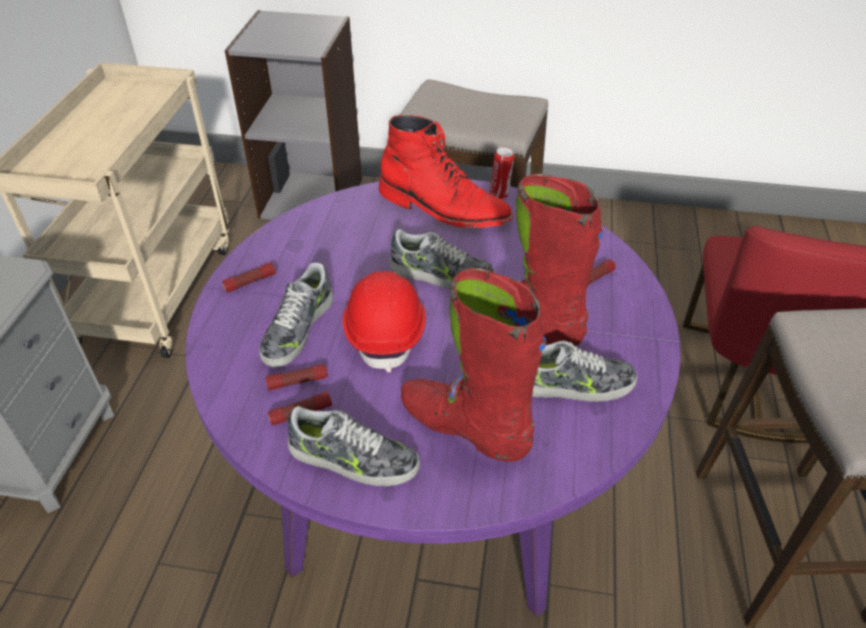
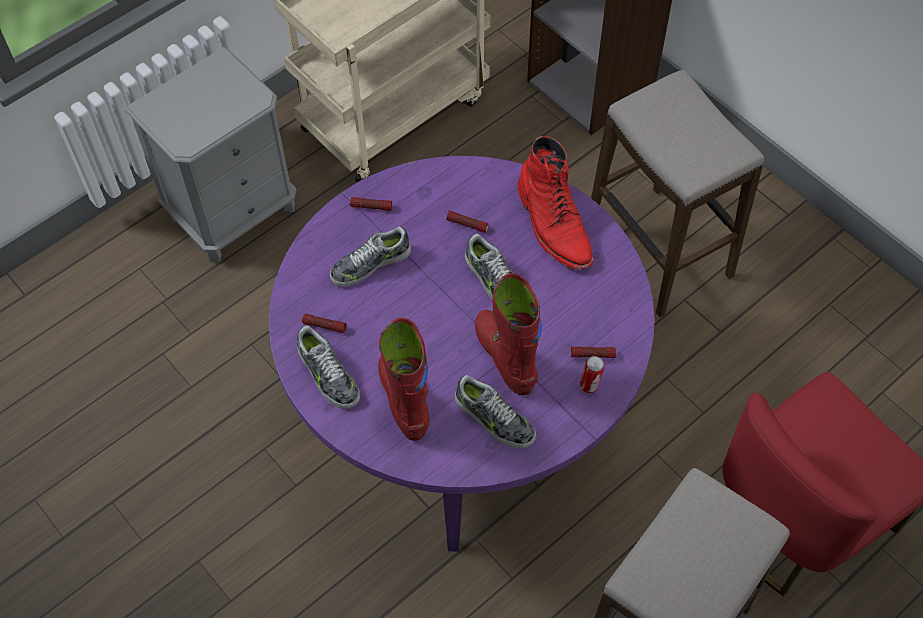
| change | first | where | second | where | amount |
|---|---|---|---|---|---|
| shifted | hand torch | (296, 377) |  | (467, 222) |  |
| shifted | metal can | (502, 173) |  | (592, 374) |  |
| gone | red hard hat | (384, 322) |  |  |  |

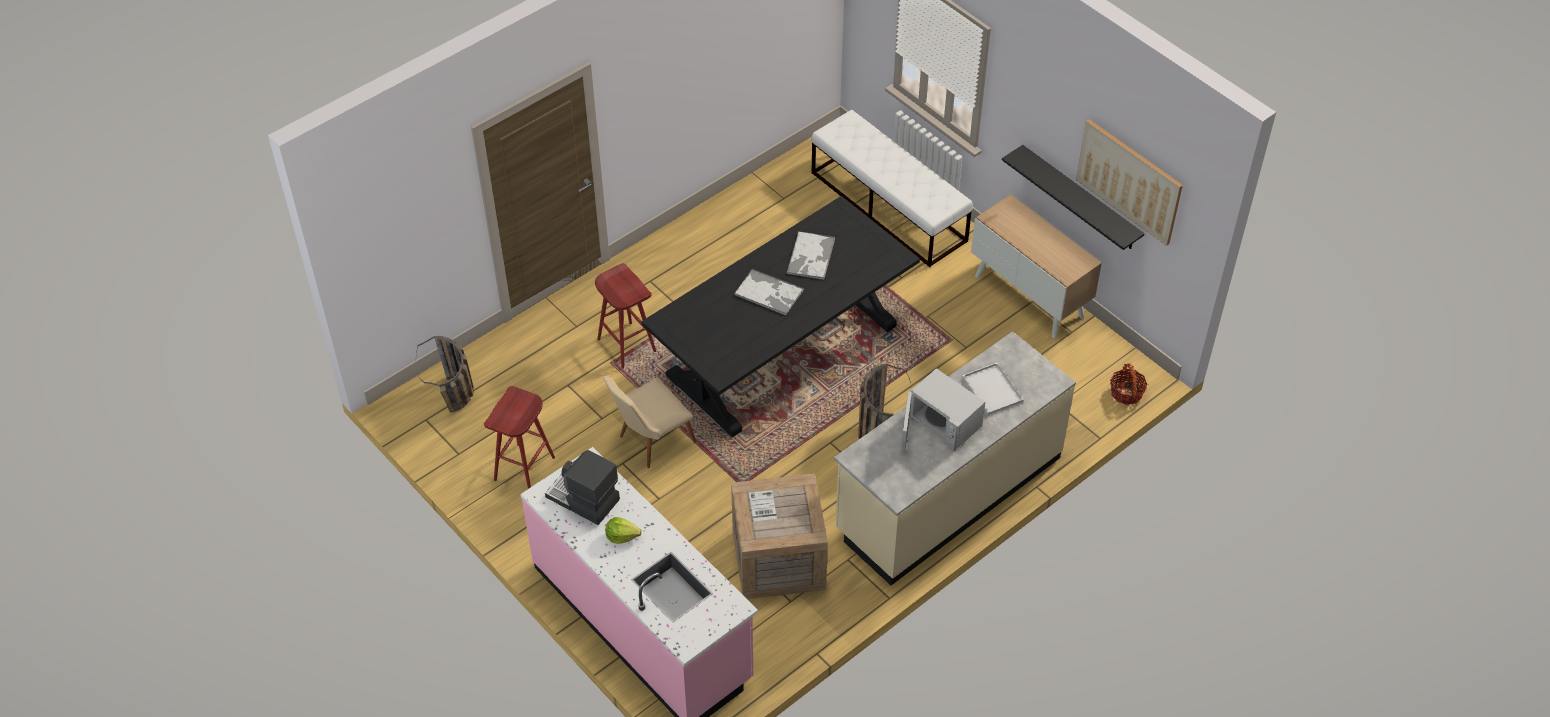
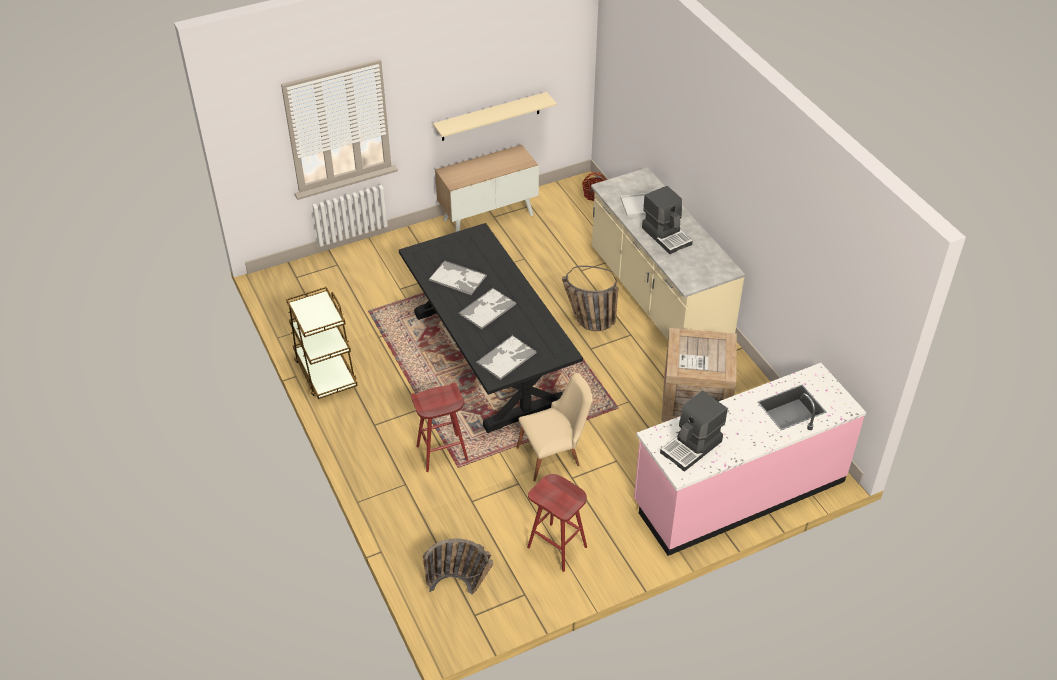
| change | first | where | second | where | amount |
|---|---|---|---|---|---|
| new |  |  | brown trolley | (322, 343) |  |
| repainted | black-coloured shelf | (1073, 197) | beige shelf | (495, 116) |  |
| new |  |  | serving tray | (506, 357) |  |
| rotated | beige chair | (649, 422) |  | (554, 427) | 90 degrees counterclockwise |
| swapped | whitish kitchen microwave | (943, 412) | coffee maker | (667, 220) |  |
| gone | head of lettuce | (624, 530) |  |  |  |
| gone | whitish bench | (892, 188) |  |  |  |
| gone | wall picture | (1129, 182) |  |  |  |

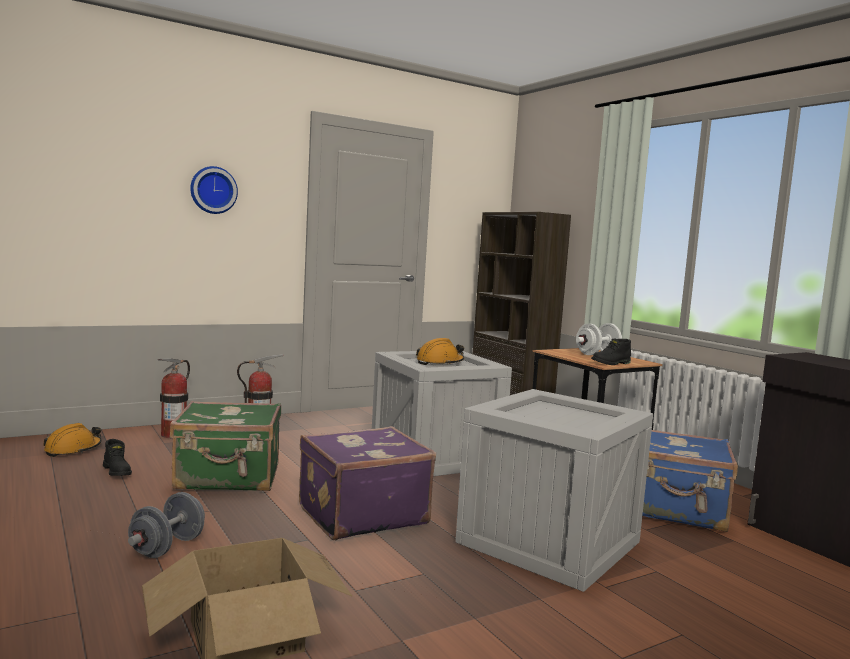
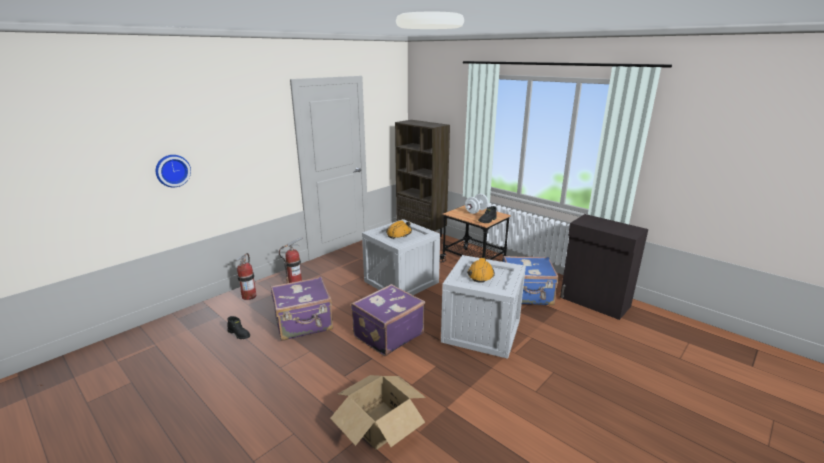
| change | first | where | second | where | amount |
|---|---|---|---|---|---|
| shifted | clock on the wall | (214, 190) |  | (173, 171) |  |
| repainted | green-coloured piece of luggage | (225, 446) | purple piece of luggage | (302, 309) |  |
| shifted | orange hard hat | (72, 440) |  | (481, 270) |  |
| gone | grey hand weight | (166, 525) |  |  |  |

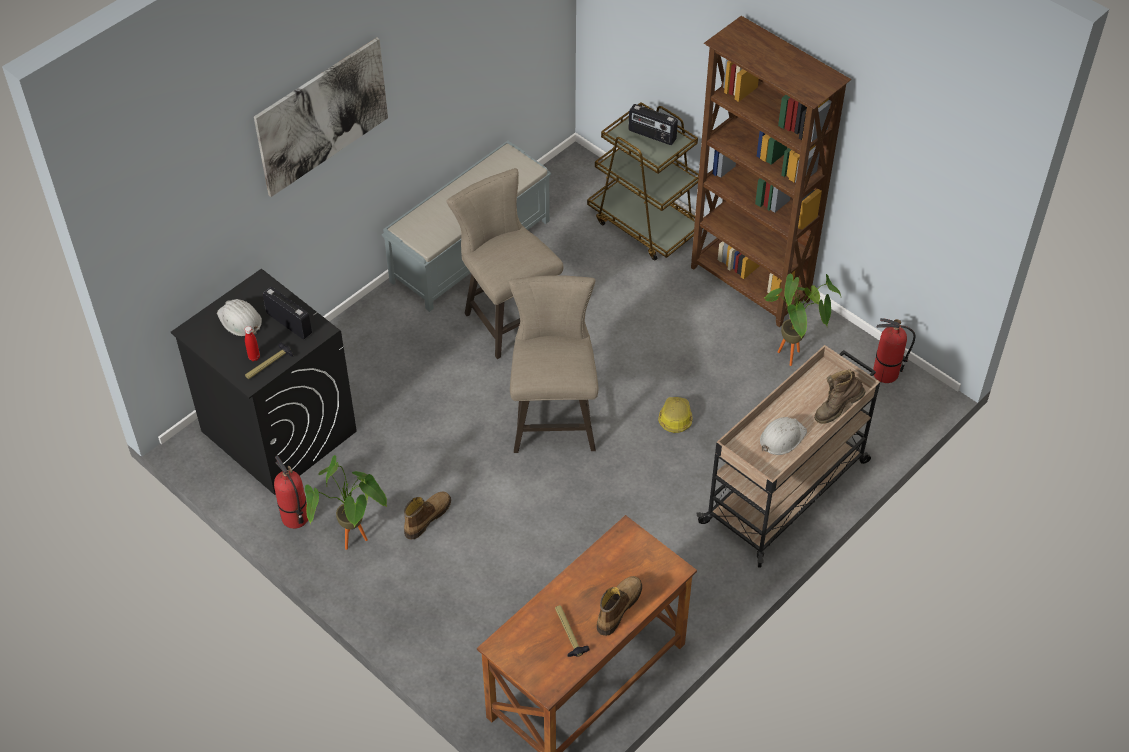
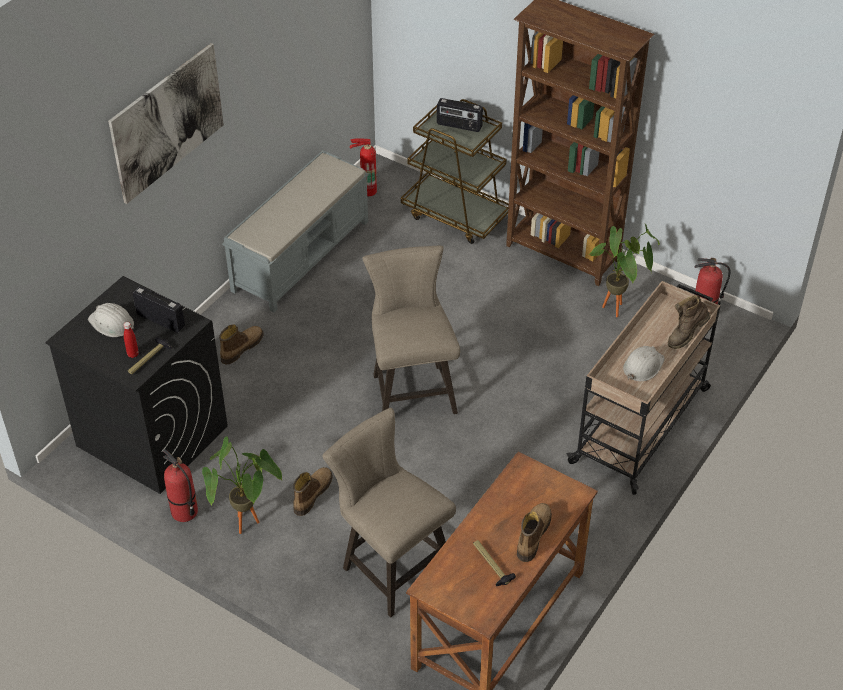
| change | first | where | second | where | amount |
|---|---|---|---|---|---|
| new |  |  | boot | (241, 344) |  |
| shifted | beige stool | (504, 263) |  | (389, 512) |  |
| new |  |  | fire-fighting cylinder | (363, 167) |  |
| gone | hard hat | (675, 415) |  |  |  |

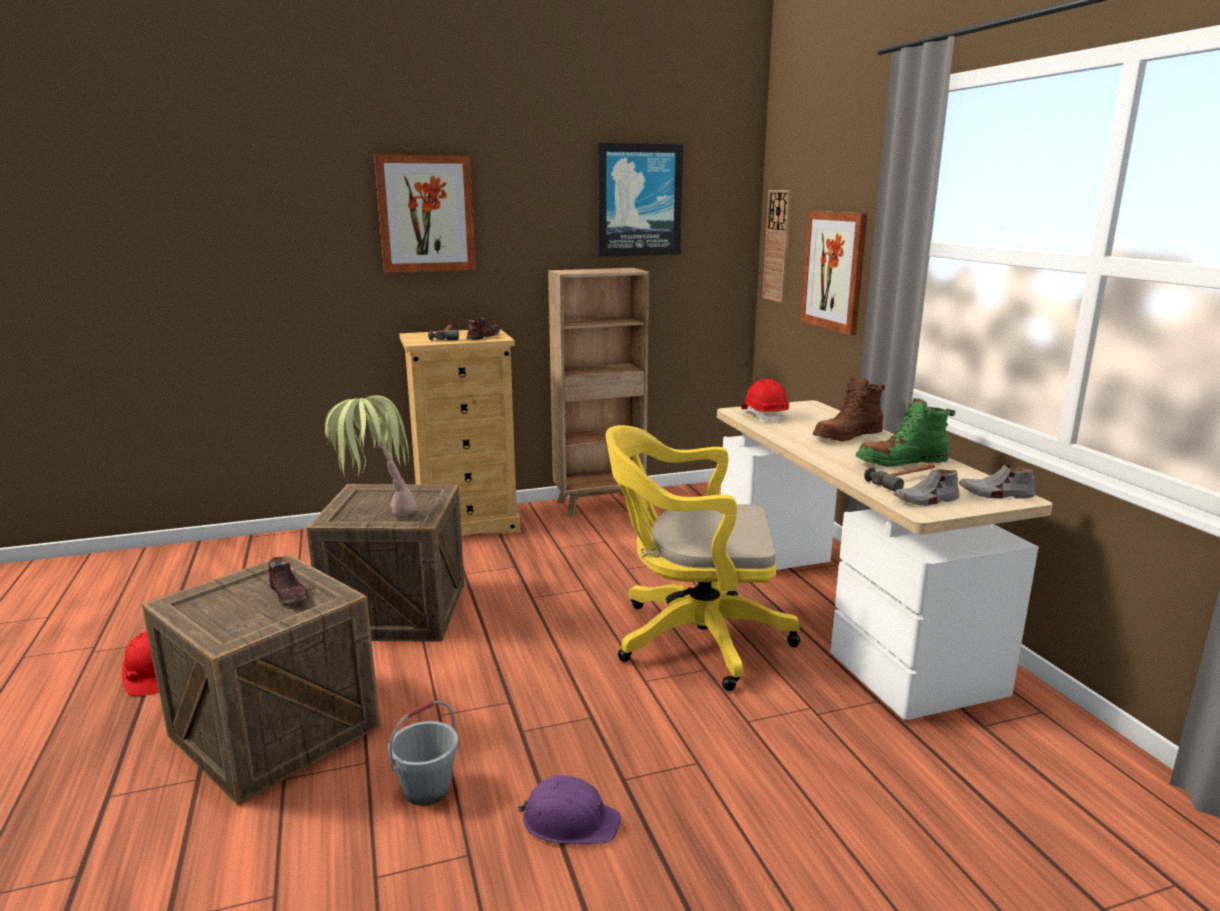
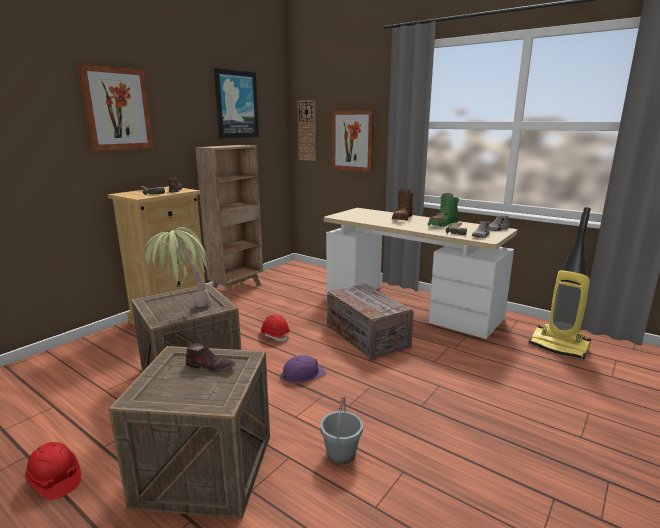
| change | first | where | second | where | amount |
|---|---|---|---|---|---|
| shifted | red hard hat | (765, 401) |  | (274, 328) |  |
| shifted | purple hard hat | (569, 809) |  | (303, 369) |  |
| swapped | yellow computer chair | (703, 558) | packing crate | (370, 322) |  |
| new |  |  | vacuum | (560, 283) |  |

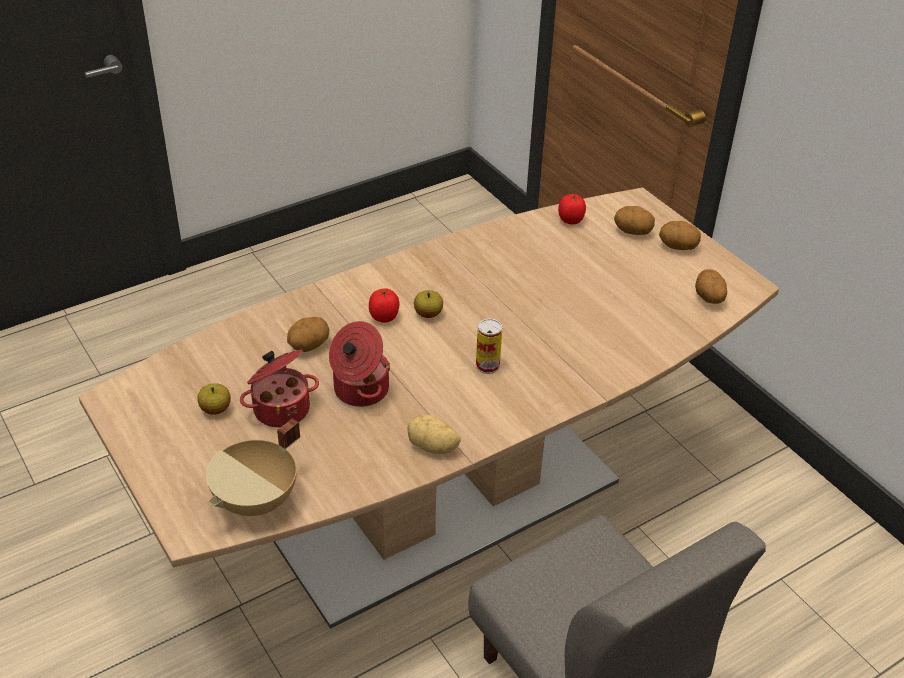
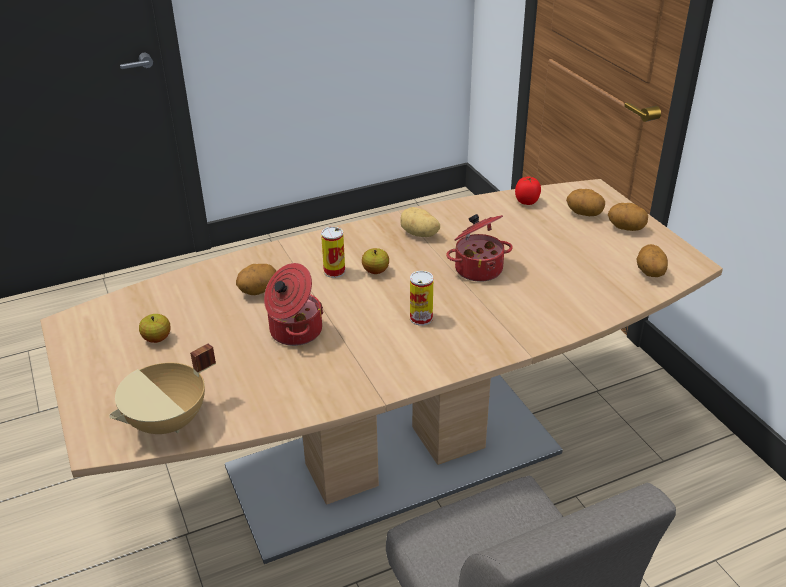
| change | first | where | second | where | amount |
|---|---|---|---|---|---|
| swapped | tomato | (384, 305) | metal can | (333, 252) |  |
| shifted | potato | (434, 434) |  | (420, 222) |  |
| shifted | cooking pot | (279, 389) |  | (479, 248) |  |

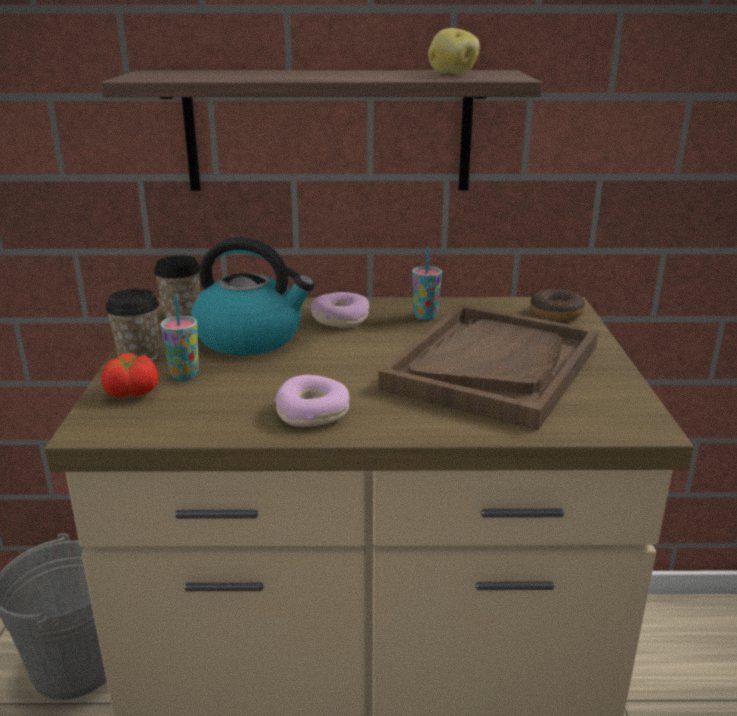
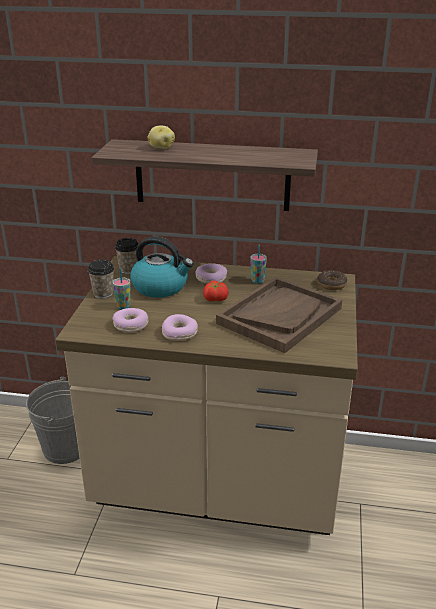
| change | first | where | second | where | amount |
|---|---|---|---|---|---|
| new |  |  | ring doughnut | (131, 320) |  |
| shifted | potato | (454, 51) |  | (161, 137) |  |
| shifted | tomato | (130, 375) |  | (216, 290) |  |

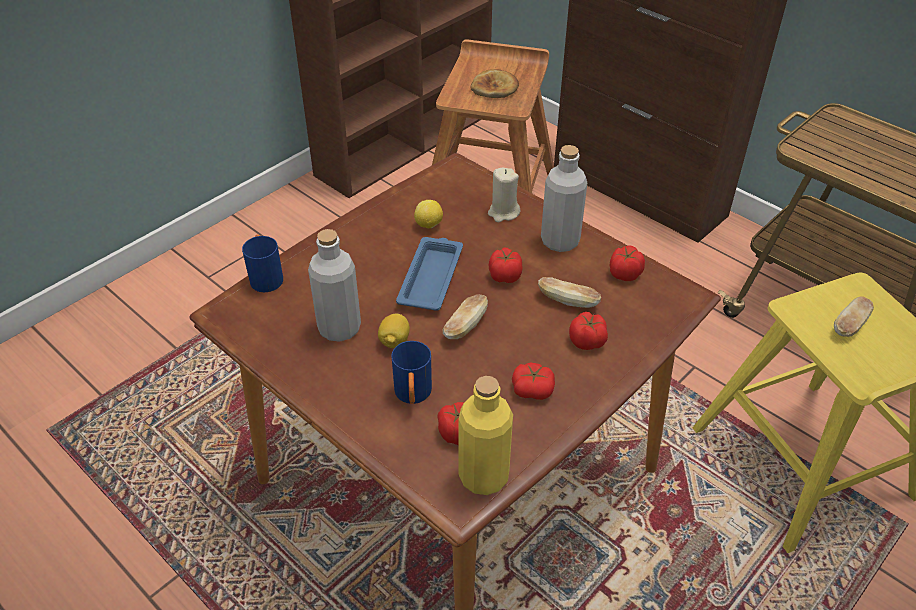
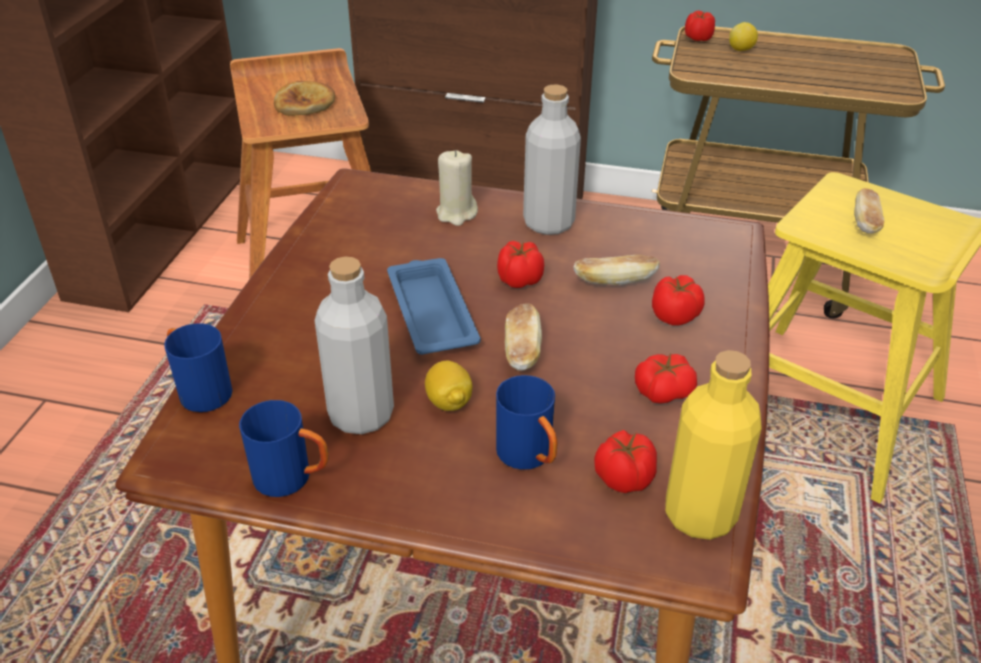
| change | first | where | second | where | amount |
|---|---|---|---|---|---|
| new |  |  | bluish coffee mug | (284, 448) |  |
| shifted | tomato | (627, 263) |  | (700, 26) |  |
| shifted | lemon | (428, 214) |  | (743, 36) |  |

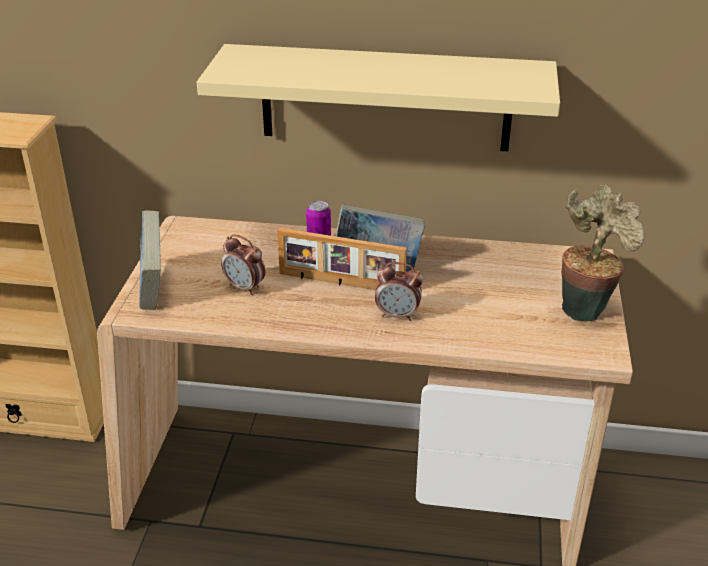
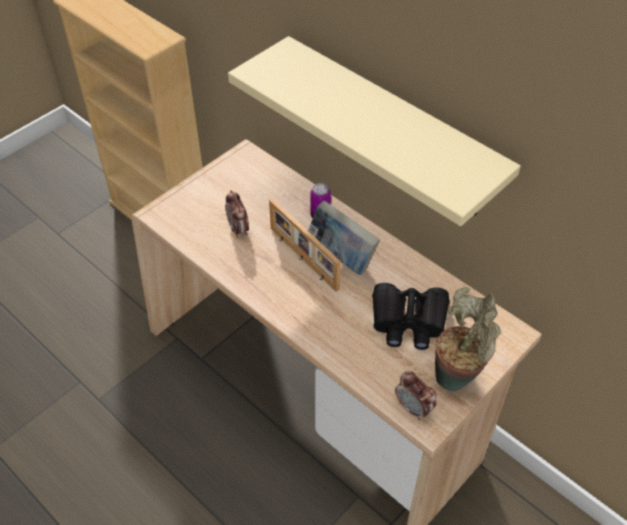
| change | first | where | second | where | amount |
|---|---|---|---|---|---|
| new |  |  | black-coloured binoculars | (411, 316) |  |
| shifted | bedside clock | (399, 291) |  | (416, 395) |  |
| gone | book | (150, 260) |  |  |  |

